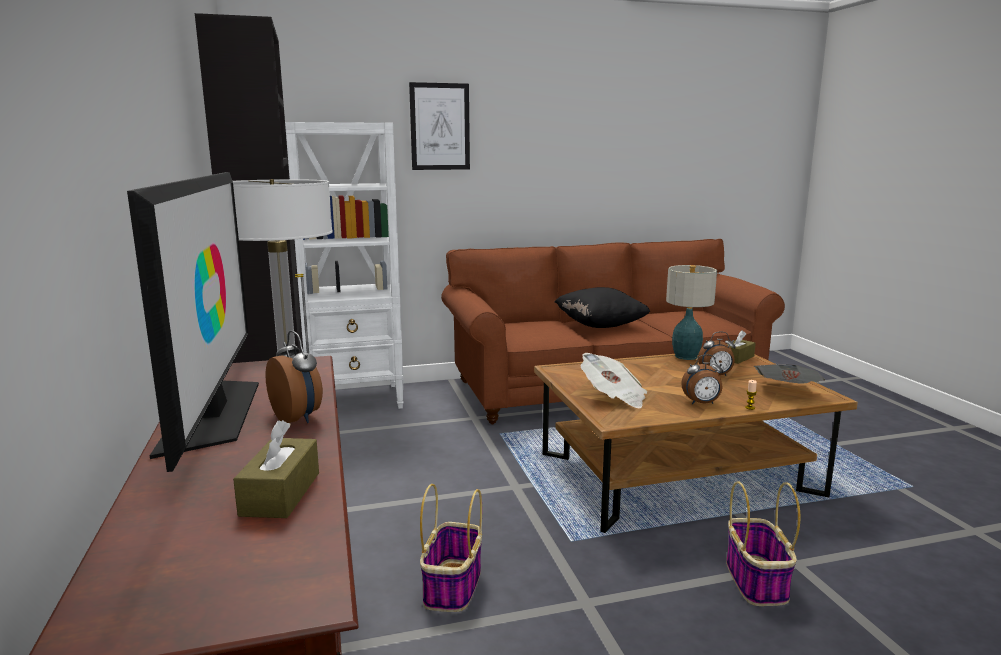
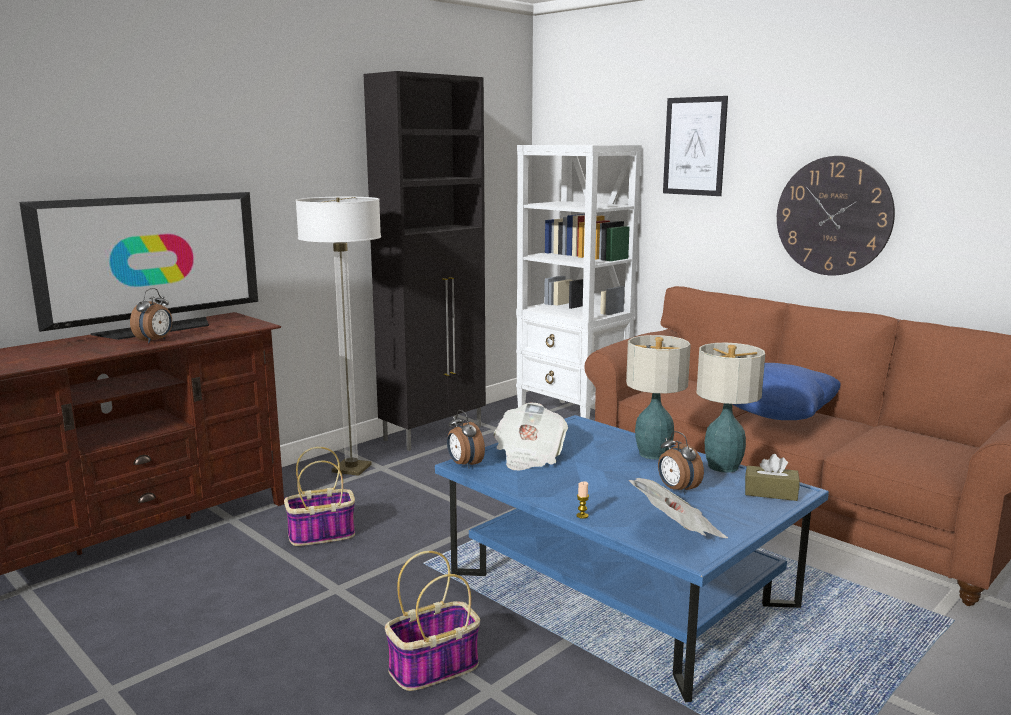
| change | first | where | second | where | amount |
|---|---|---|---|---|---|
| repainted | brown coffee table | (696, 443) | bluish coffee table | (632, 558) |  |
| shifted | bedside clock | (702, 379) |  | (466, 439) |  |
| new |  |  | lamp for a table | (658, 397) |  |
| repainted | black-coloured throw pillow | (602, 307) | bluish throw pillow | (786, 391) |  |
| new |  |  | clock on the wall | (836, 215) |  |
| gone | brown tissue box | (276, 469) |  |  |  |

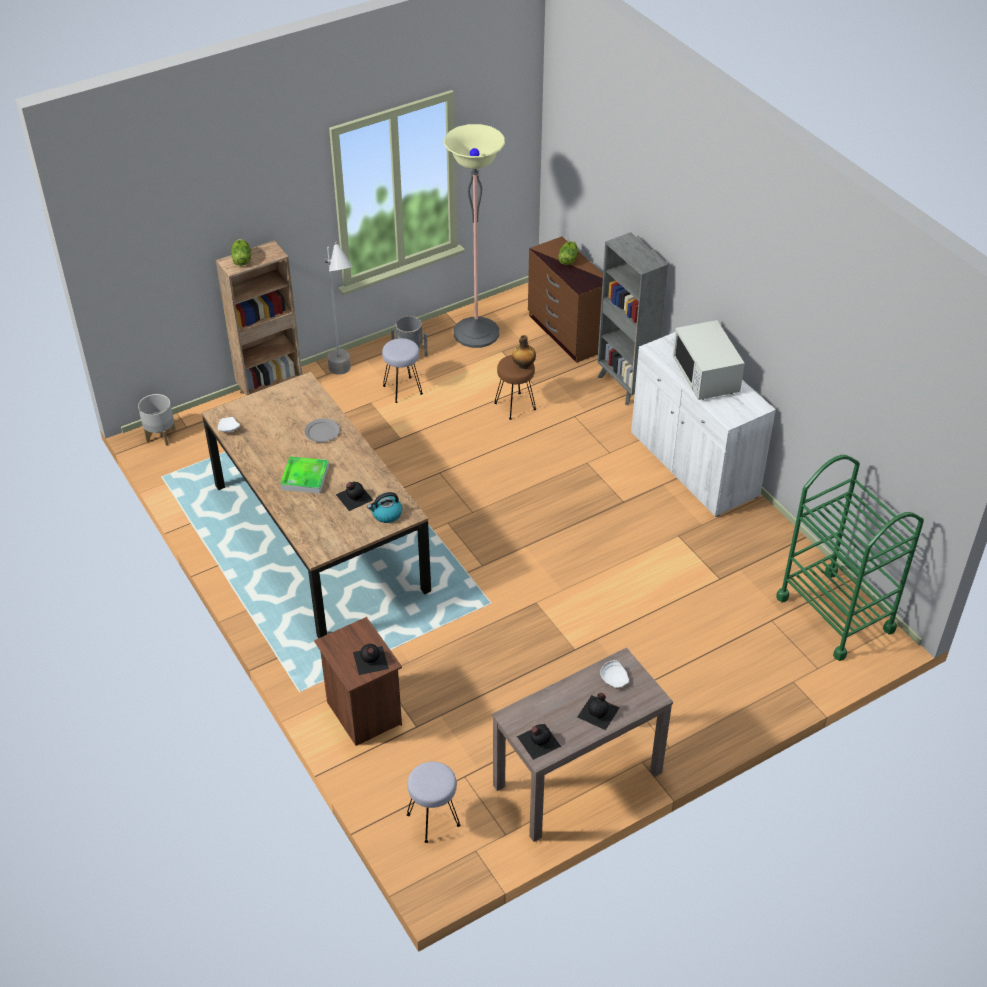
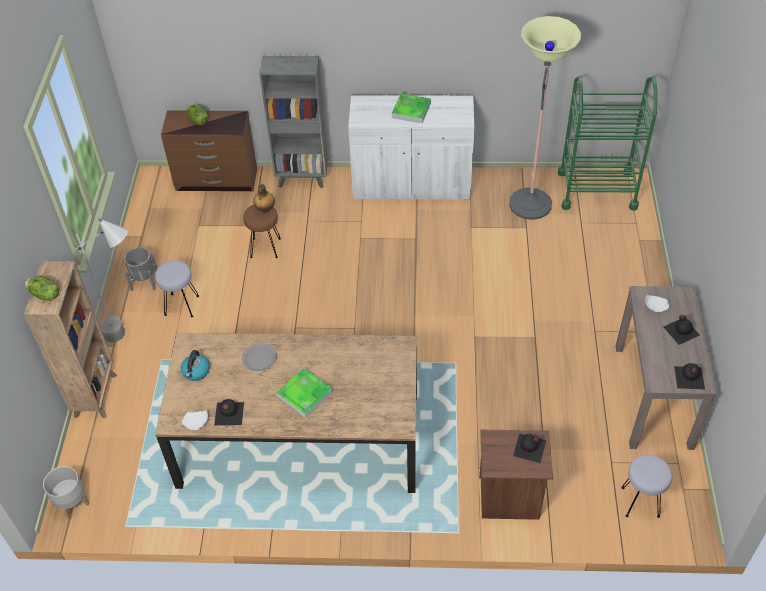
| change | first | where | second | where | amount |
|---|---|---|---|---|---|
| shifted | tea kettle | (384, 507) |  | (195, 365) |  |
| shifted | black-coloured bottle | (354, 496) |  | (229, 412) |  |
| swapped | whitish kitchen microwave | (709, 360) | serving tray | (411, 108) |  |
| shifted | standing lamp | (474, 236) |  | (545, 118) |  |

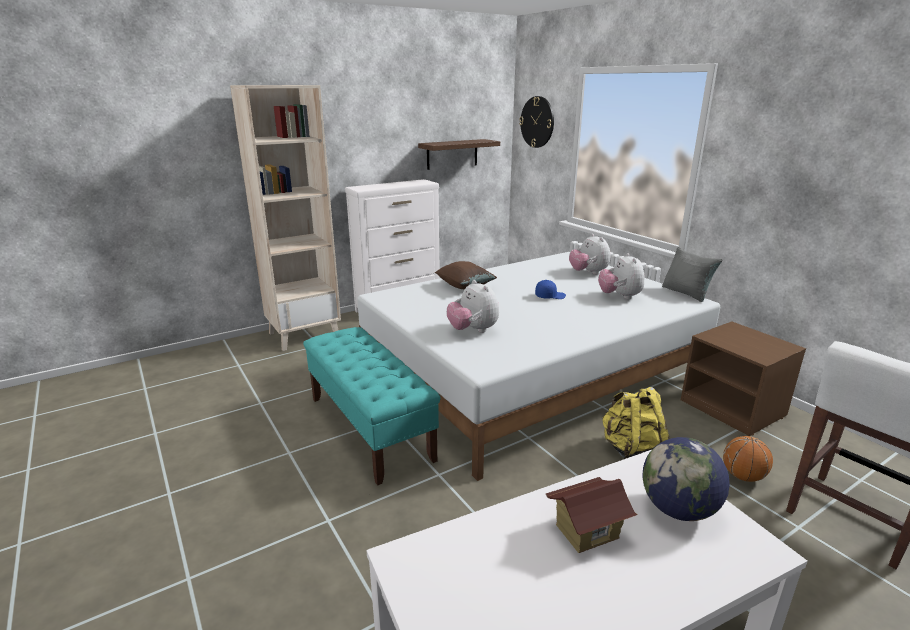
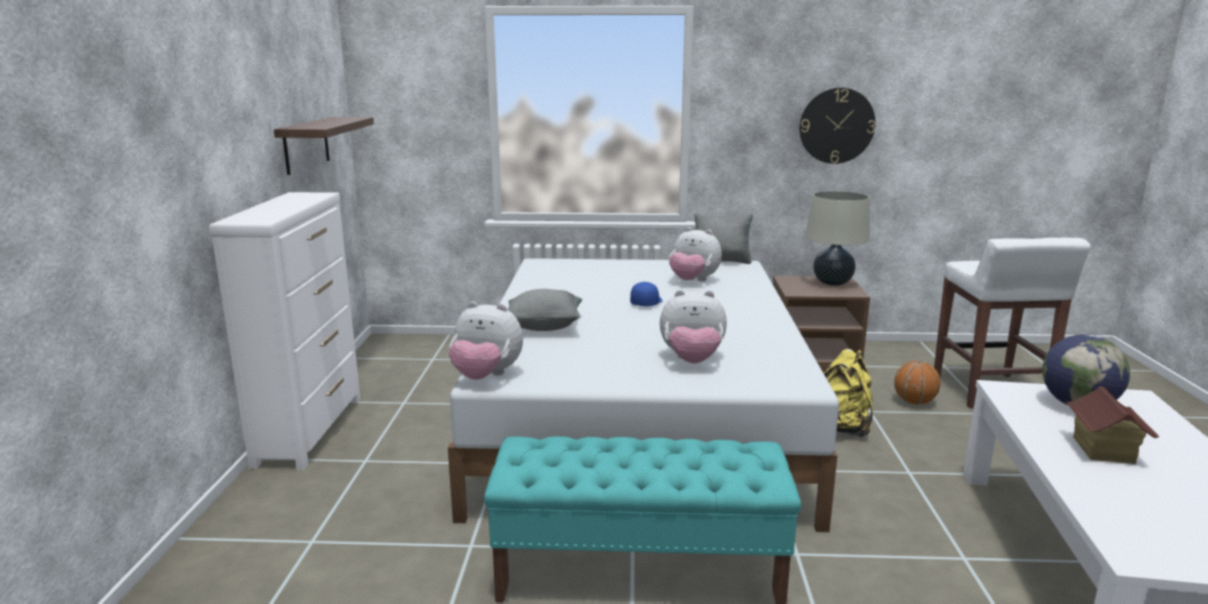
| change | first | where | second | where | amount |
|---|---|---|---|---|---|
| shifted | soft toy | (589, 254) |  | (486, 340) |  |
| repainted | brown throw pillow | (466, 275) | grey throw pillow | (544, 310) |  |
| shifted | clock on the wall | (536, 122) |  | (837, 126) |  |
| new |  |  | beige lamp for a table | (837, 238) |  |
| gone | beige bookshelf | (285, 218) |  |  |  |

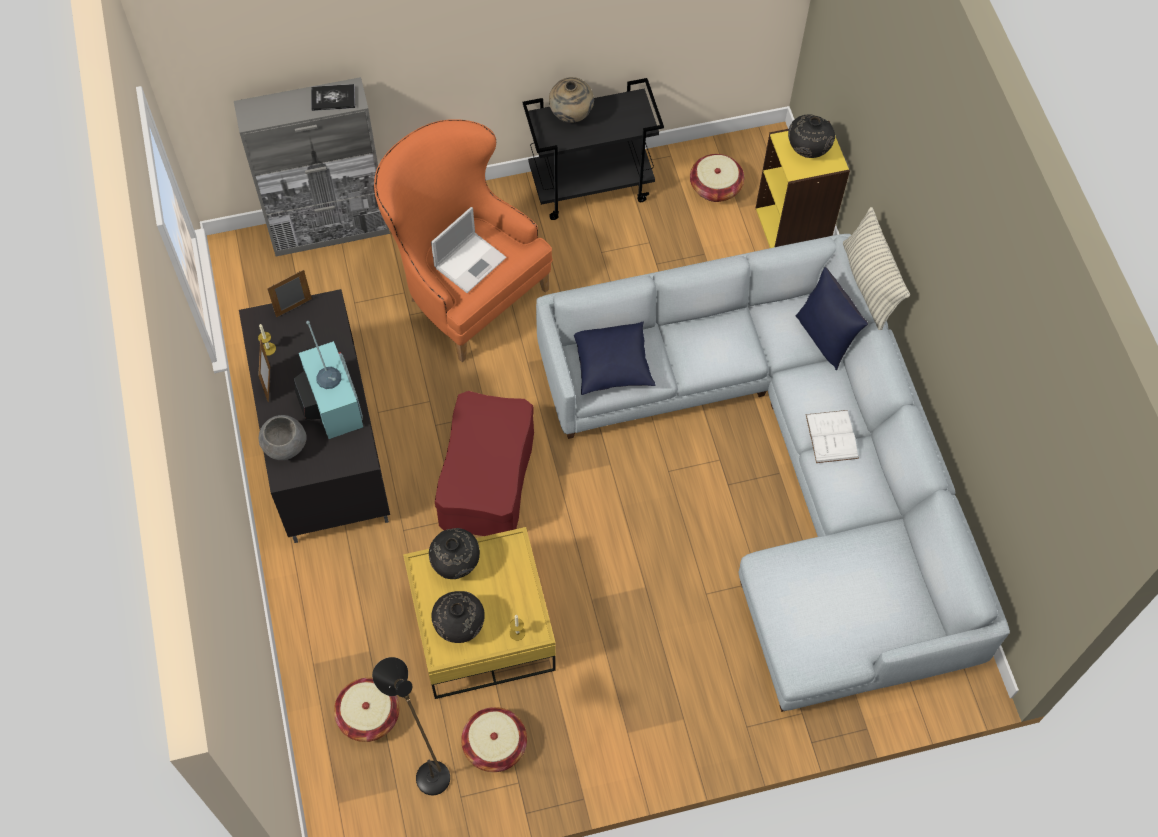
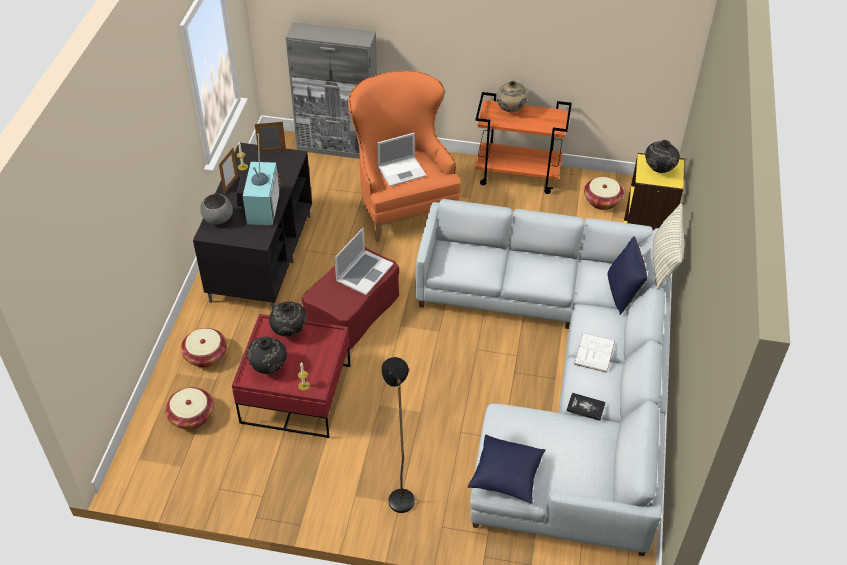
| change | first | where | second | where | amount |
|---|---|---|---|---|---|
| shifted | storage basket | (494, 739) |  | (204, 347) |  |
| repainted | yellow coffee table | (479, 613) | red coffee table | (291, 376) |  |
| new |  |  | laptop | (364, 261) |  |
| shifted | black-coloured standing lamp | (411, 726) |  | (398, 435) |  |
| shifted | bluish throw pillow | (615, 358) |  | (507, 469) |  |
| repainted | black-coloured trolley | (593, 149) | orange trolley | (523, 143) |  |
| shifted | book | (333, 97) |  | (586, 407) |  |

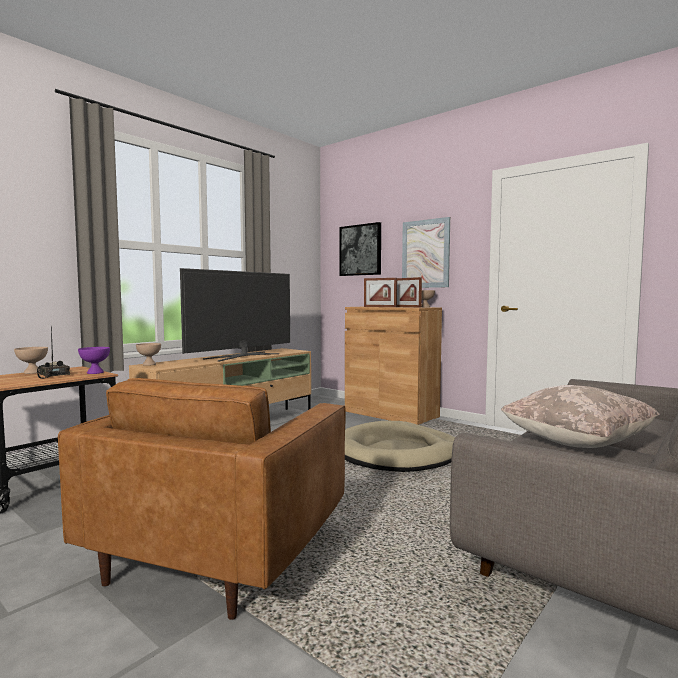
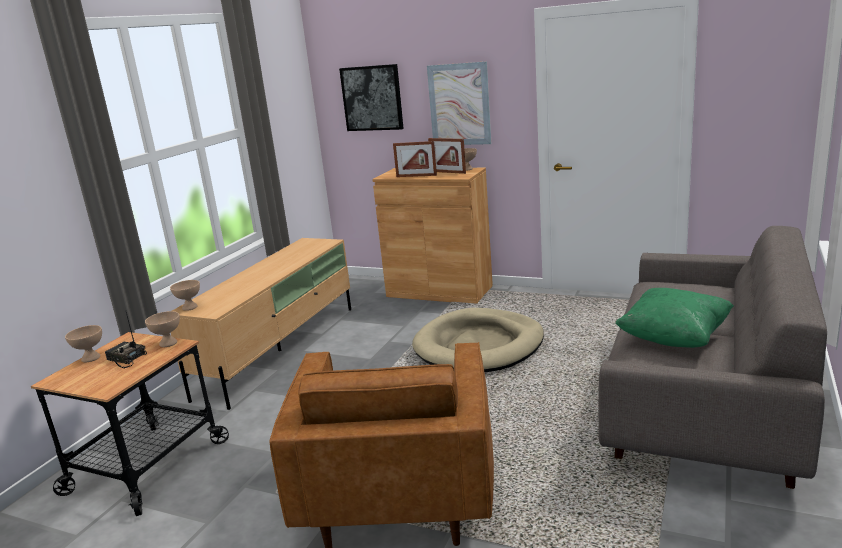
| change | first | where | second | where | amount |
|---|---|---|---|---|---|
| repainted | purple serving bowl | (94, 360) | beige serving bowl | (162, 329) |  |
| repainted | beige throw pillow | (580, 416) | green-coloured throw pillow | (674, 318) |  |
| gone | TV set | (235, 315) |  |  |  |

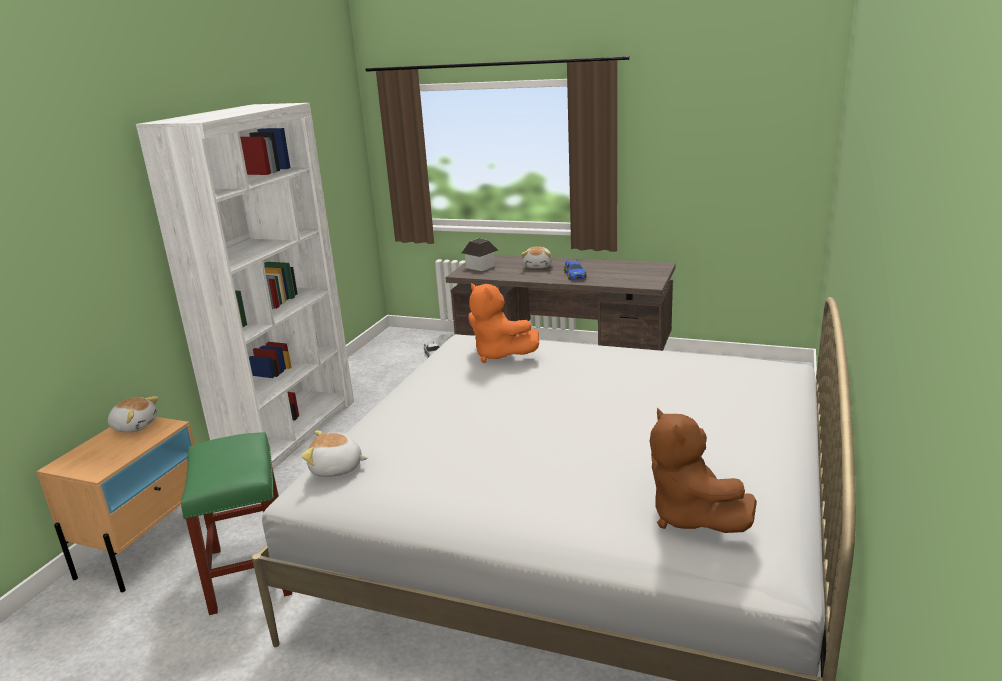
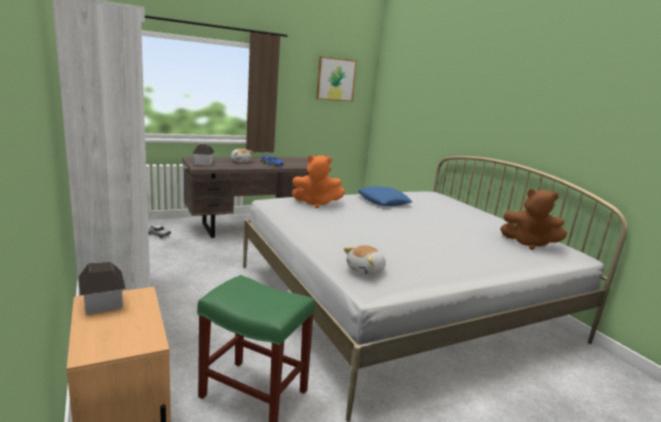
| change | first | where | second | where | amount |
|---|---|---|---|---|---|
| swapped | soft toy | (133, 414) | miniature house | (102, 288) |  |
| new |  |  | wall picture | (336, 79) |  |
| new |  |  | bluish throw pillow | (385, 196) |  |

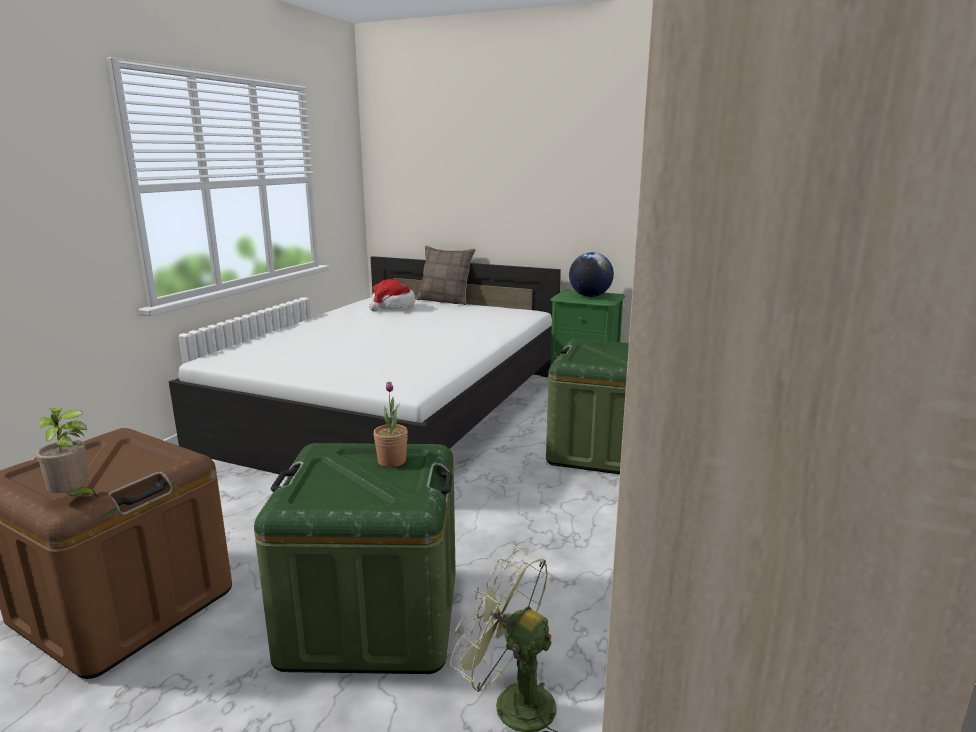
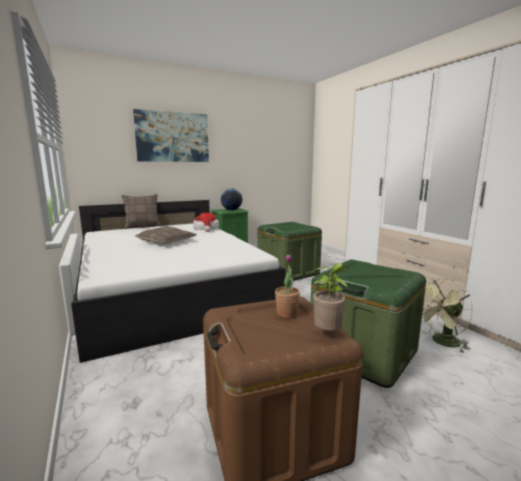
| change | first | where | second | where | amount |
|---|---|---|---|---|---|
| new |  |  | wall picture | (171, 135) |  |
| new |  |  | throw pillow | (166, 235) |  |
| shifted | wearable hat | (392, 295) |  | (206, 222) |  |
| shifted | houseplant | (390, 424) |  | (287, 286) |  |

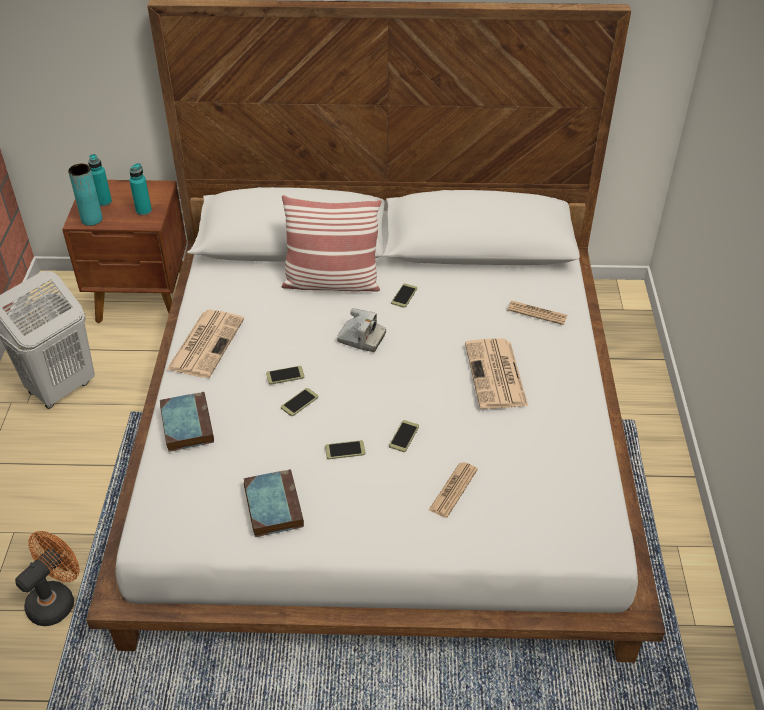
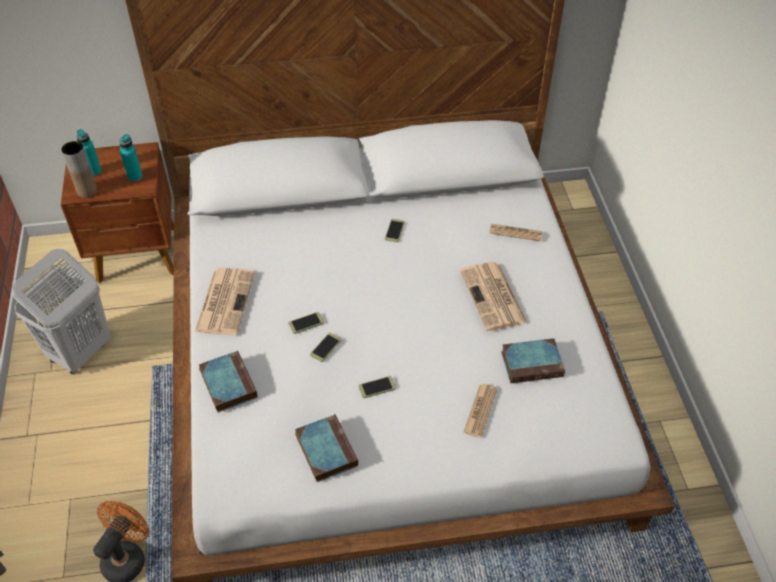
| change | first | where | second | where | amount |
|---|---|---|---|---|---|
| repainted | turquoise vase | (85, 194) | brown vase | (79, 169) |  |
| new |  |  | book | (533, 360) |  |
| gone | throw pillow | (332, 243) |  |  |  |
| gone | still camera | (361, 330) |  |  |  |
| gone | phone | (404, 436) |  |  |  |

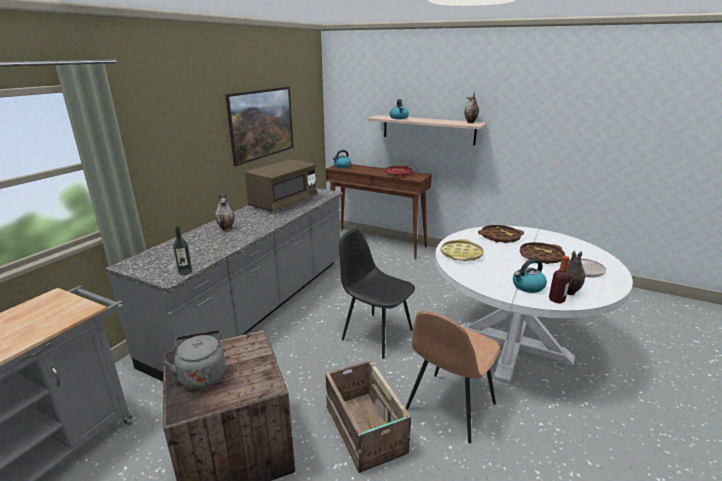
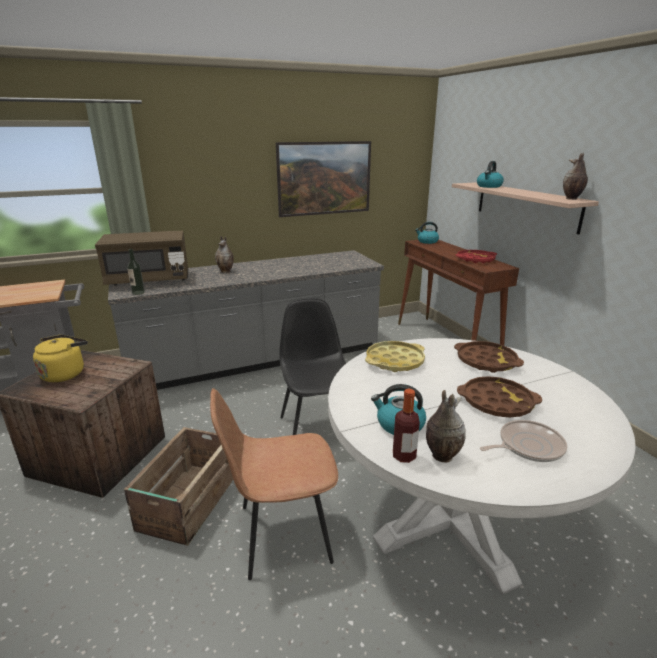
| change | first | where | second | where | amount |
|---|---|---|---|---|---|
| repainted | grey tea kettle | (194, 360) | yellow tea kettle | (60, 358) |  |
| shifted | brown kitchen microwave | (281, 185) |  | (141, 258) |  |

